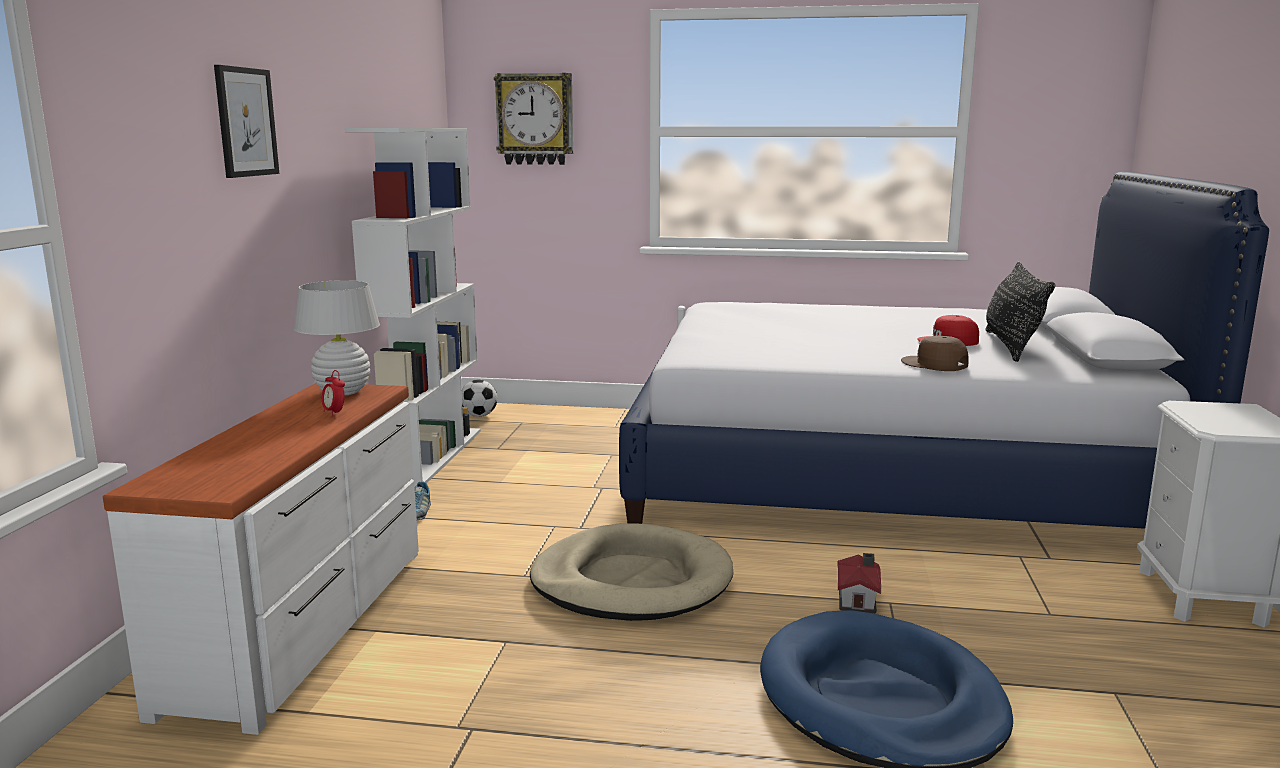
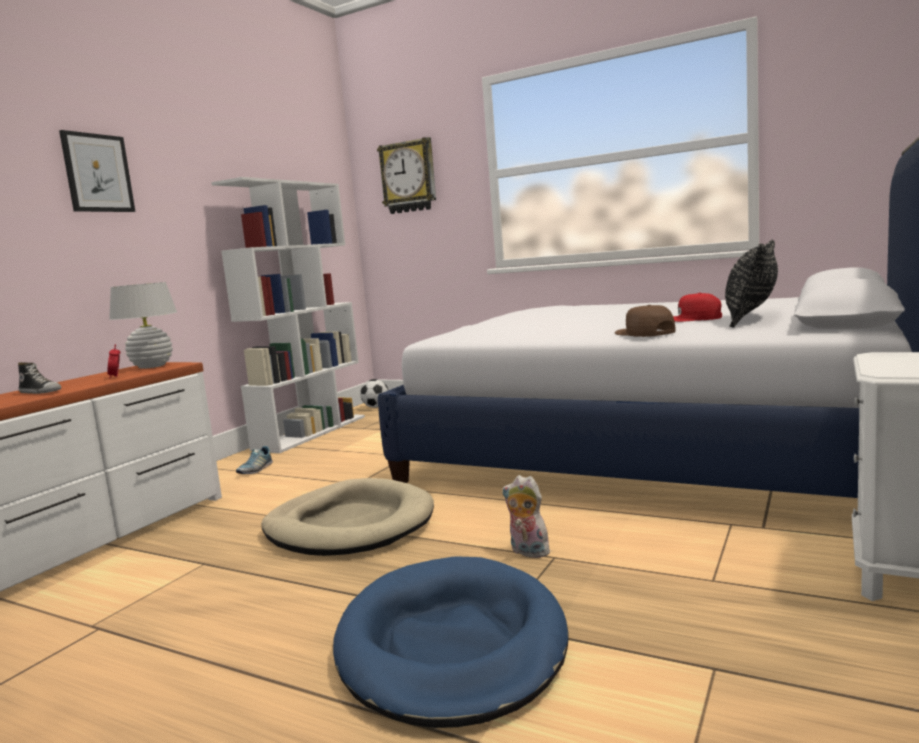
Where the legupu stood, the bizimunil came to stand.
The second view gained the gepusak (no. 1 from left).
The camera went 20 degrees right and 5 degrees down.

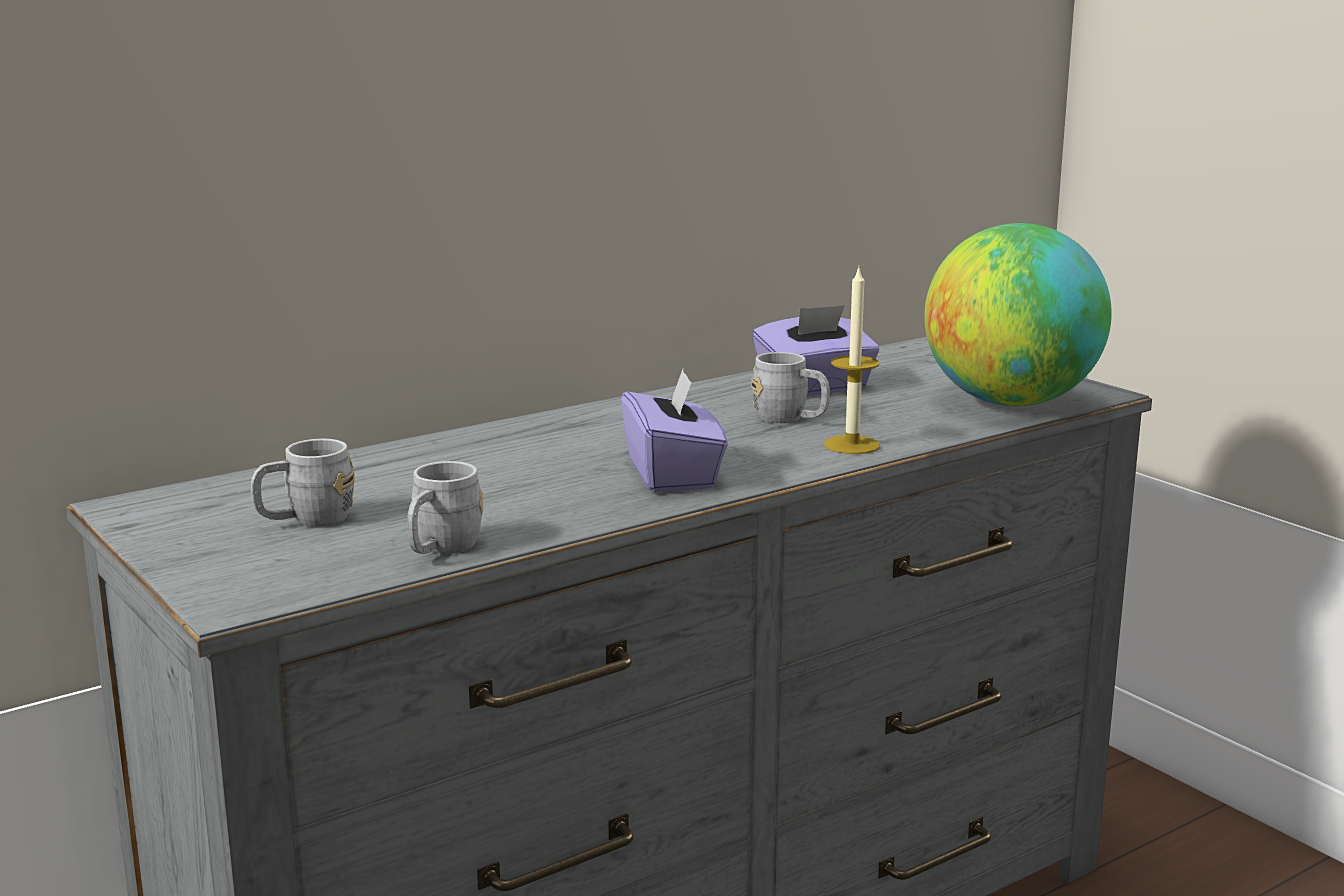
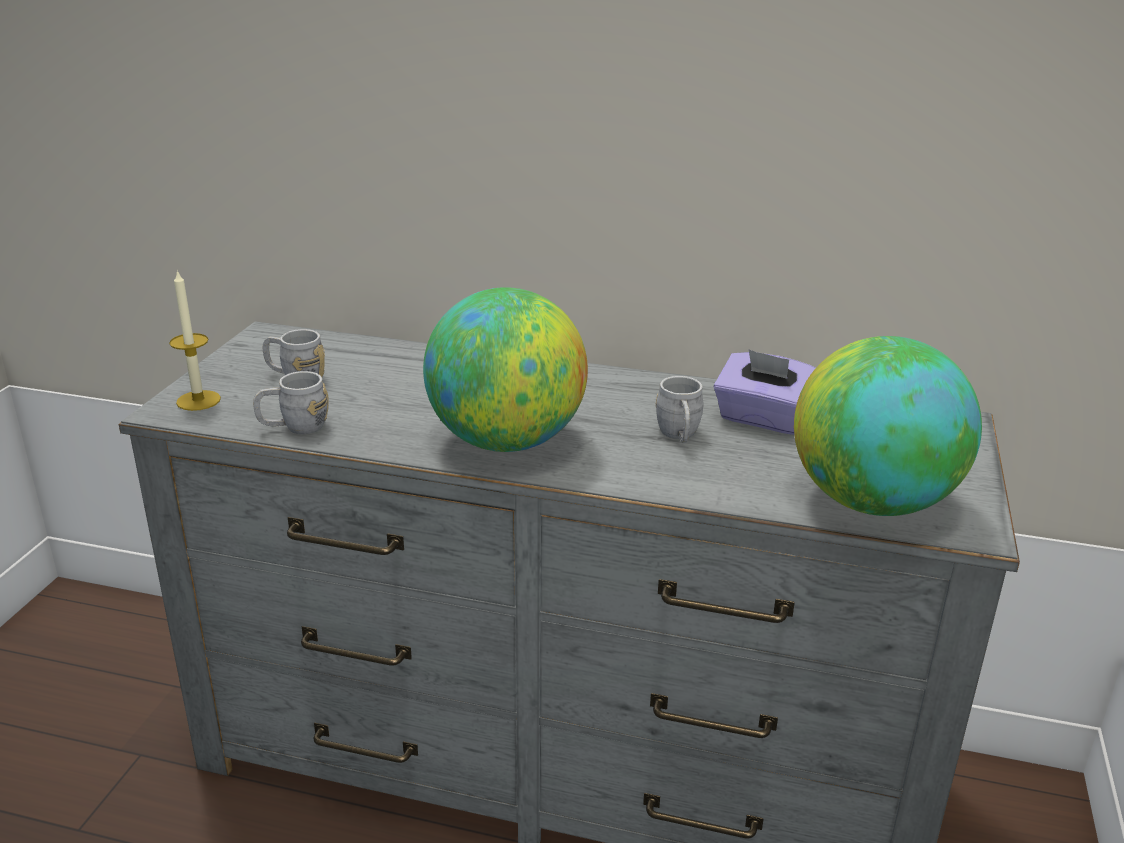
The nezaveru ended up elsewhere.
Where the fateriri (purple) (no. 1 from left) stood, the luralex (no. 1 from left) came to stand.
The camera went 50 degrees right and 10 degrees up.

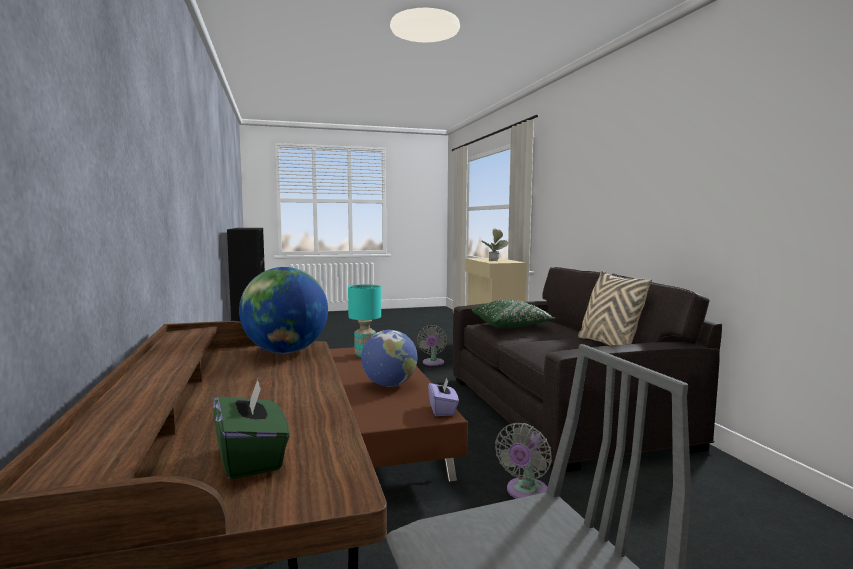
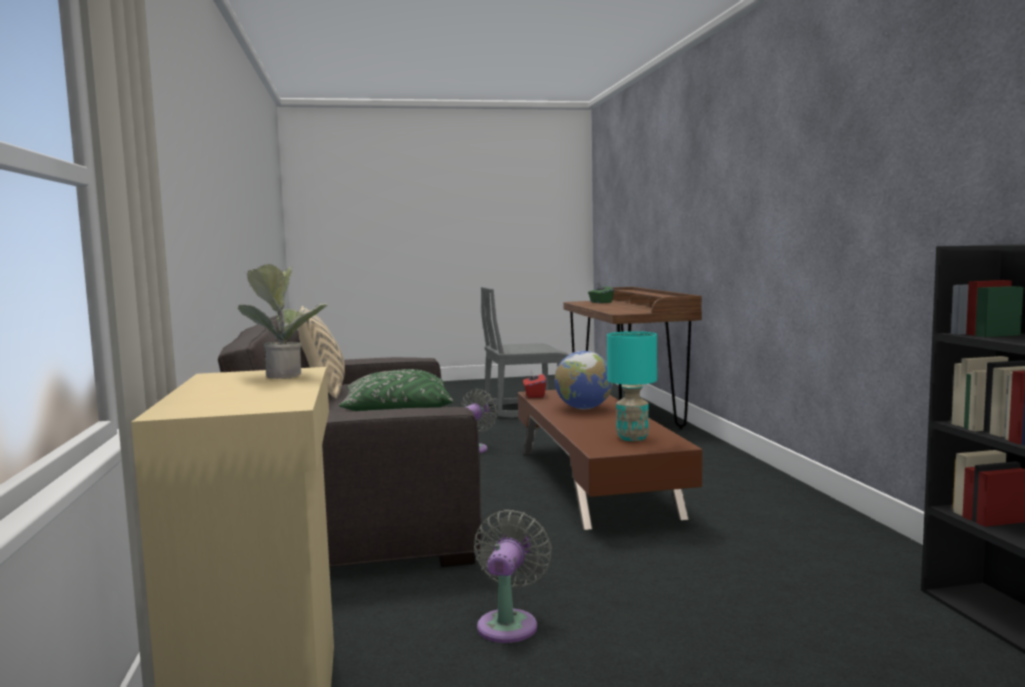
The second view lost the luralex (no. 1 from left).
What was the fateriri (purple) turned into the fateriri (red).
The camera went 175 degrees left and 0 degrees up.

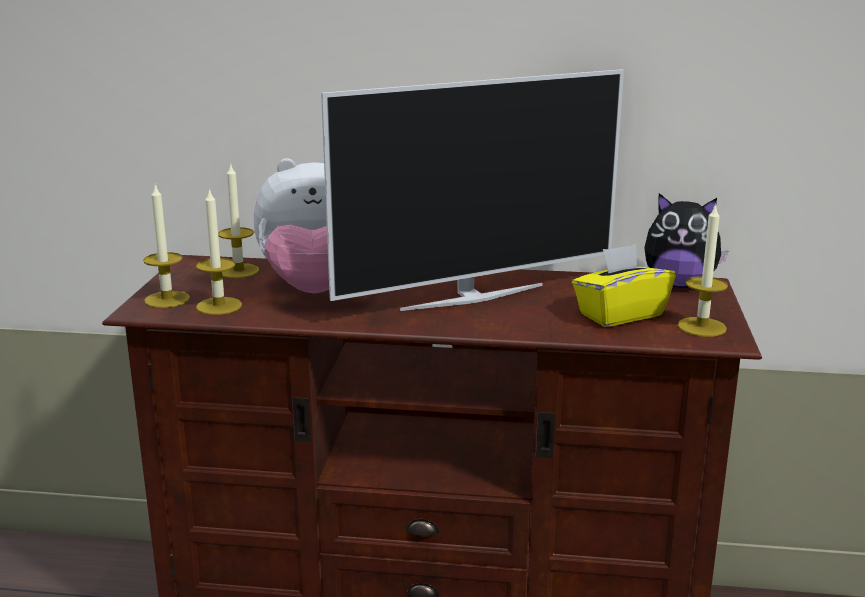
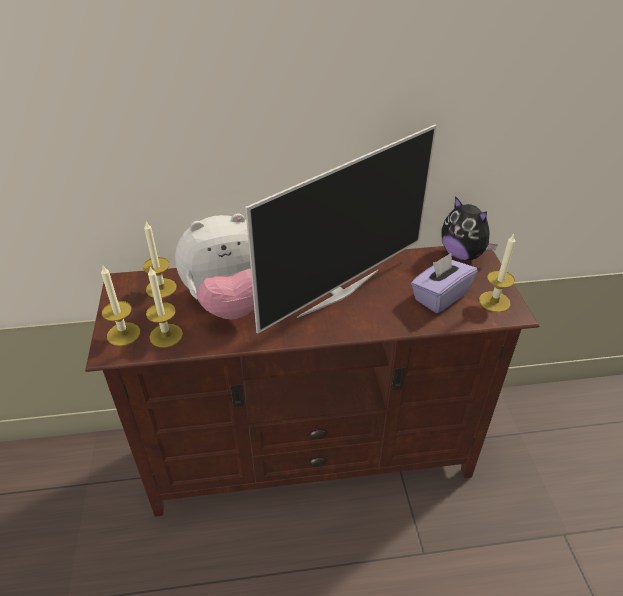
The bizimunil (no. 2 from left) ended up facing another way, 45 degrees clockwise from before.
What was the fateriri (yellow) turned into the fateriri (purple).
The camera went 15 degrees left and 20 degrees up.

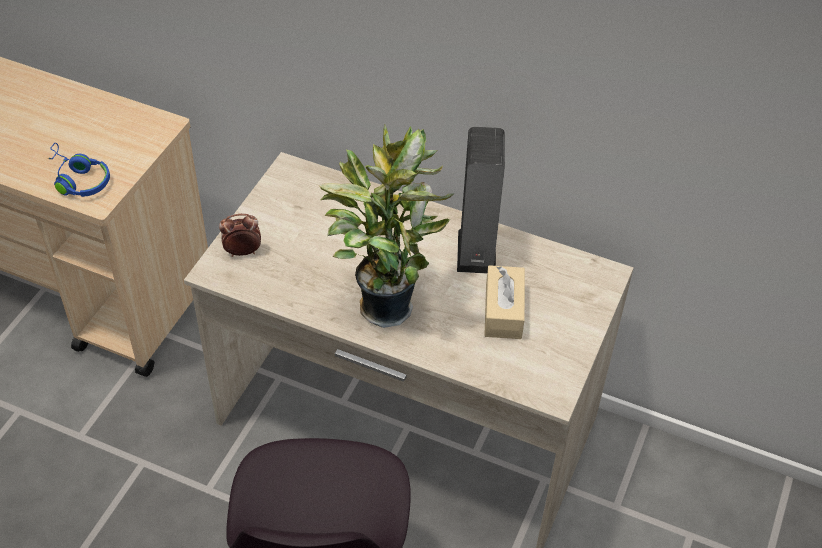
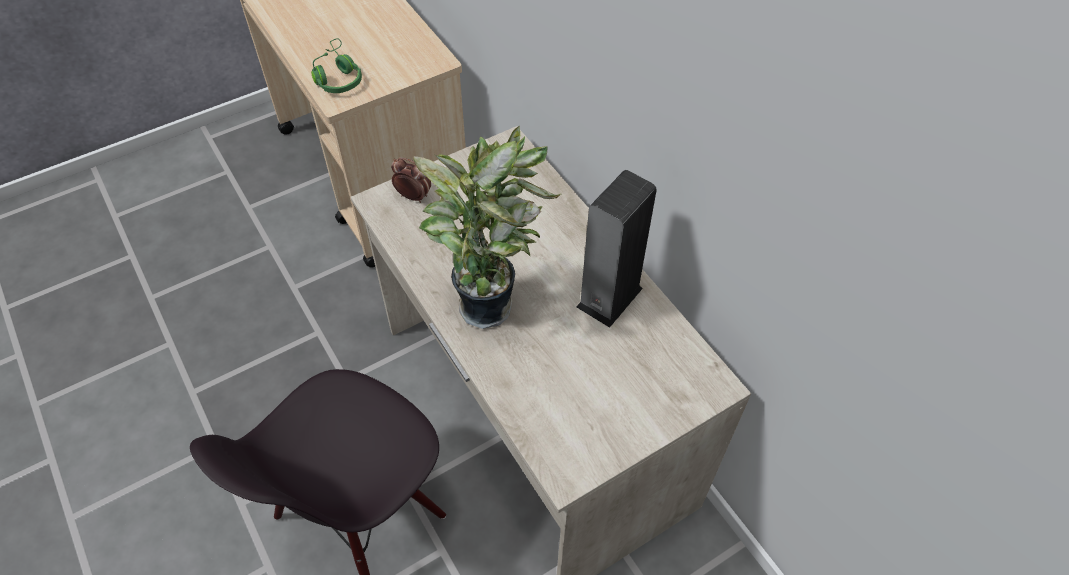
What was the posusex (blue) turned into the posusex (green).
The second view lost the fateriri (beige).
The camera went 35 degrees right and 5 degrees up.

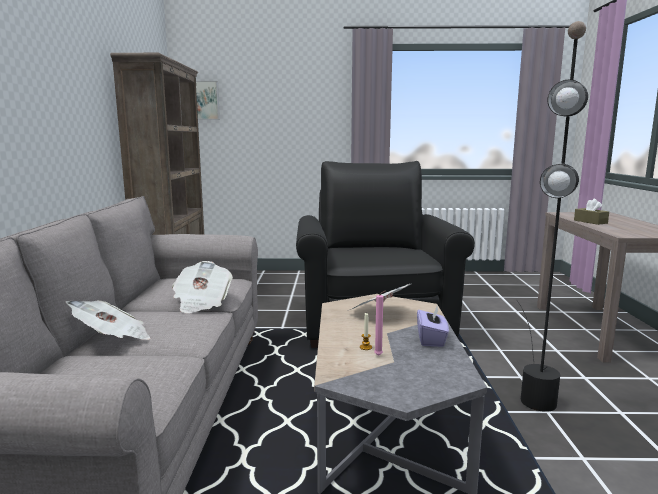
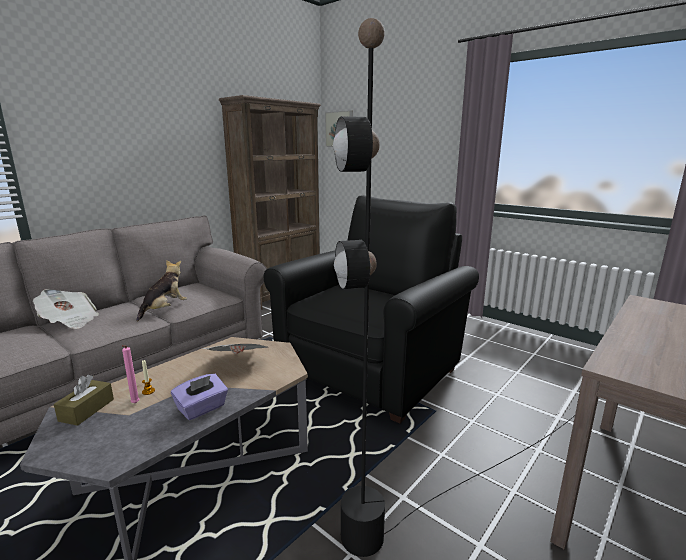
The fateriri (brown) ended up elsewhere.
Where the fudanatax (no. 2 from left) stood, the bizimunil came to stand.
The camera went 40 degrees right and 5 degrees up.

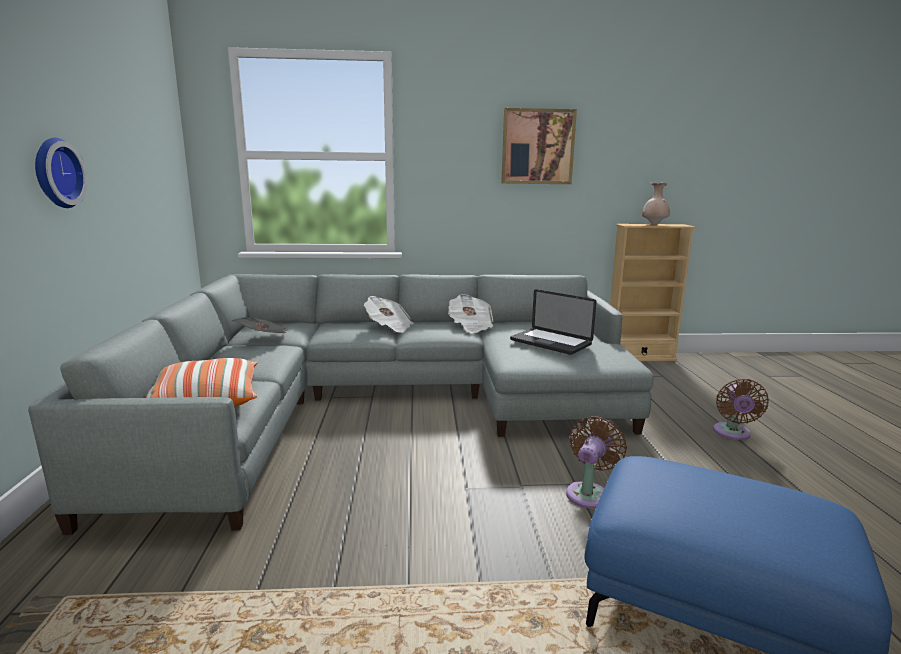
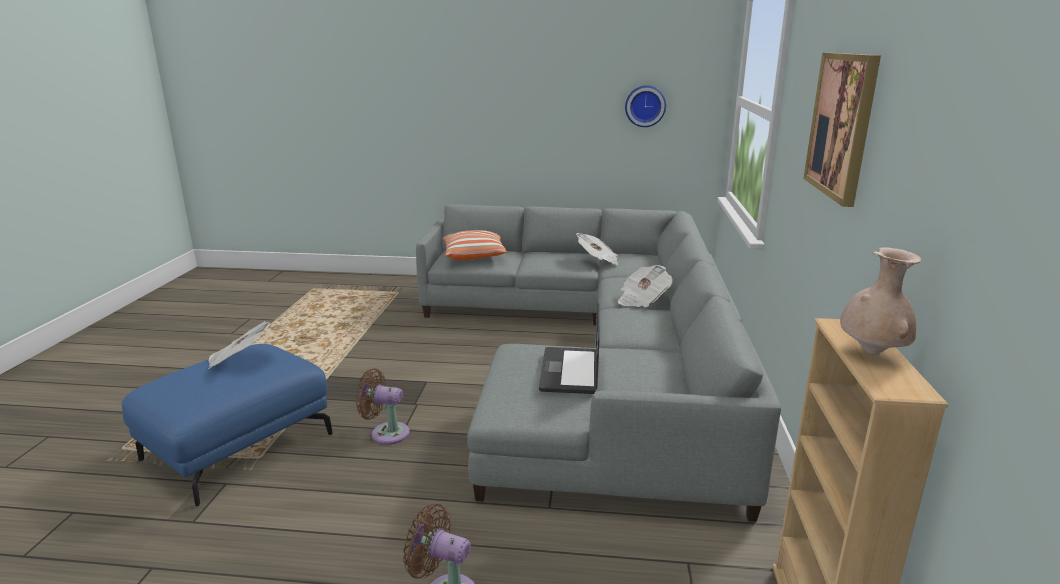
The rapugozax ended up elsewhere.
The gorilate ended up facing another way, 45 degrees counterclockwise from before.
The fudanatax (no. 3 from left in the first image) ended up elsewhere.
The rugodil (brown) (no. 1 from left) ended up facing another way, 150 degrees clockwise from before.
The camera went 100 degrees right and 5 degrees up.

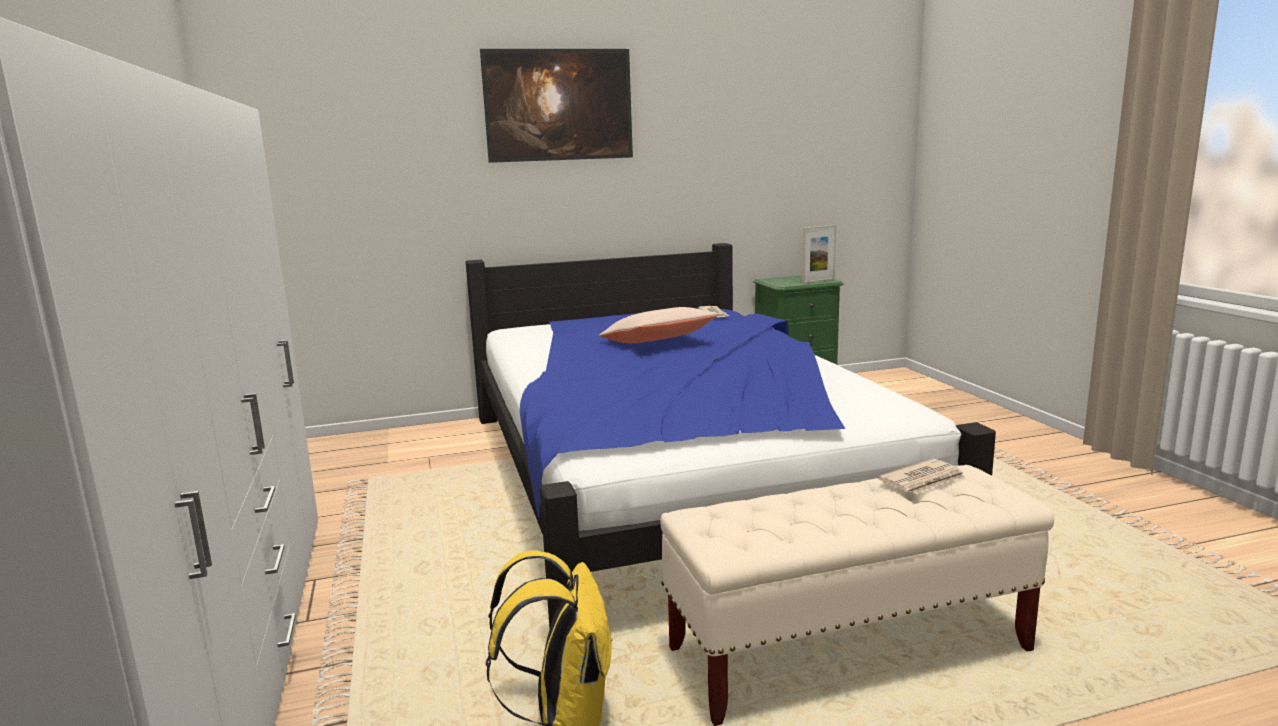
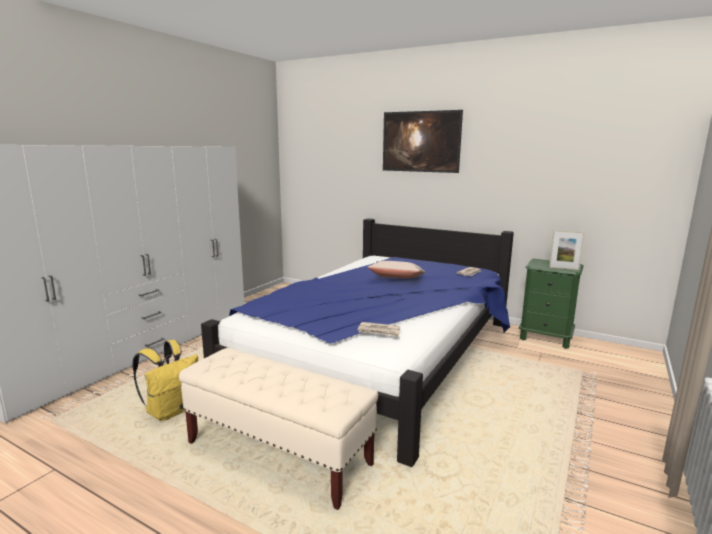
The fudanatax (no. 2 from left in the first image) ended up elsewhere.
The camera went 45 degrees right and 0 degrees up.

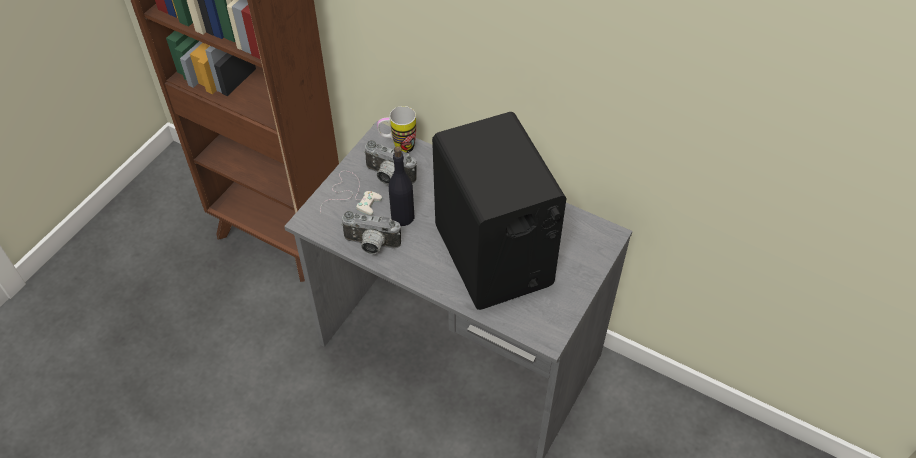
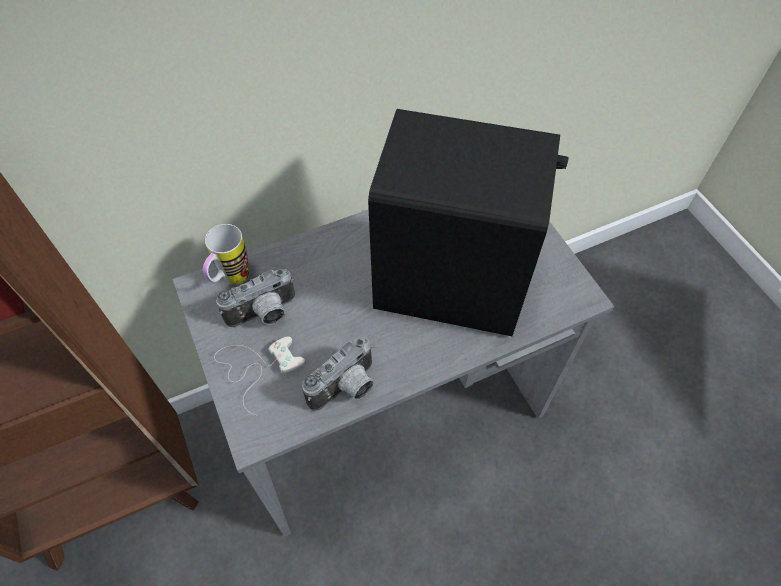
The second view lost the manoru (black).
The camera went 55 degrees left and 5 degrees up.

